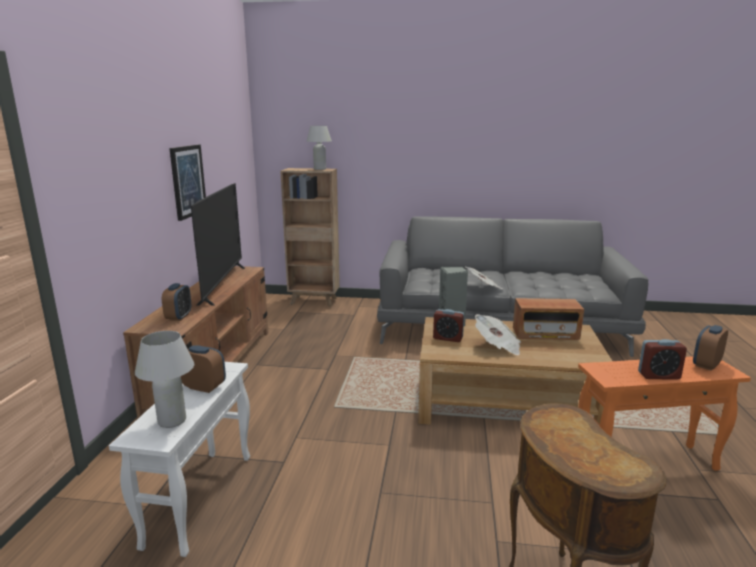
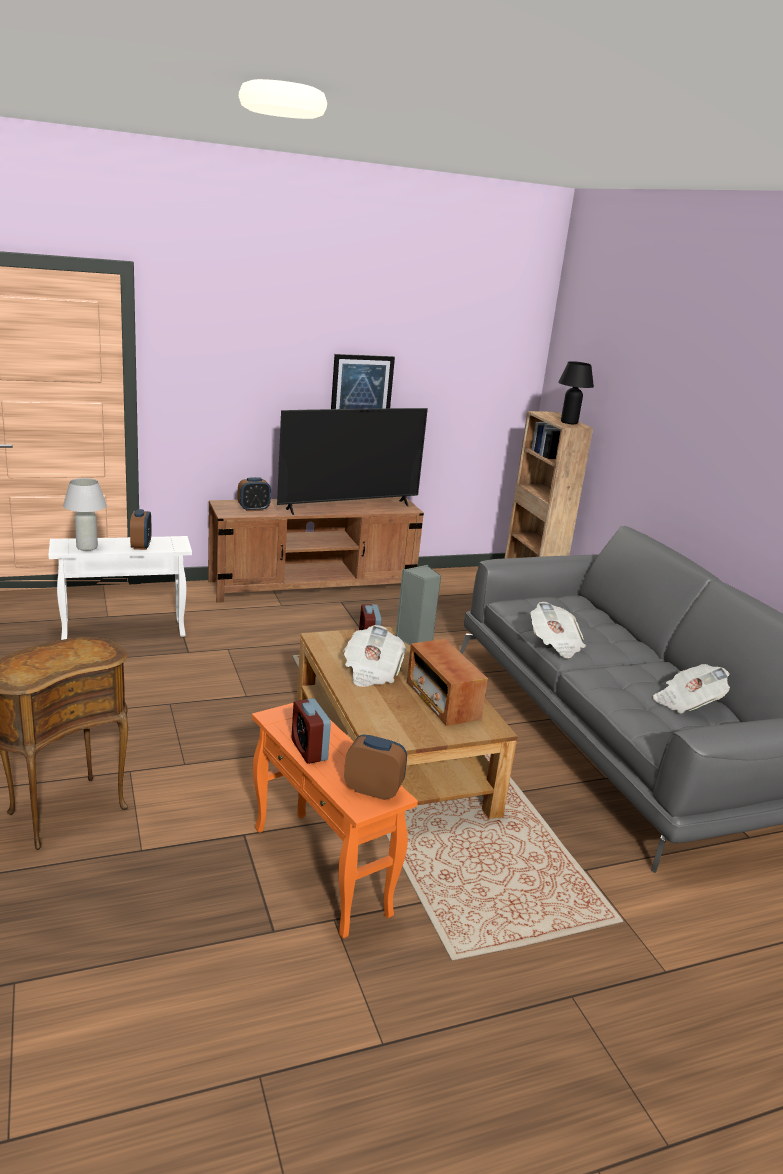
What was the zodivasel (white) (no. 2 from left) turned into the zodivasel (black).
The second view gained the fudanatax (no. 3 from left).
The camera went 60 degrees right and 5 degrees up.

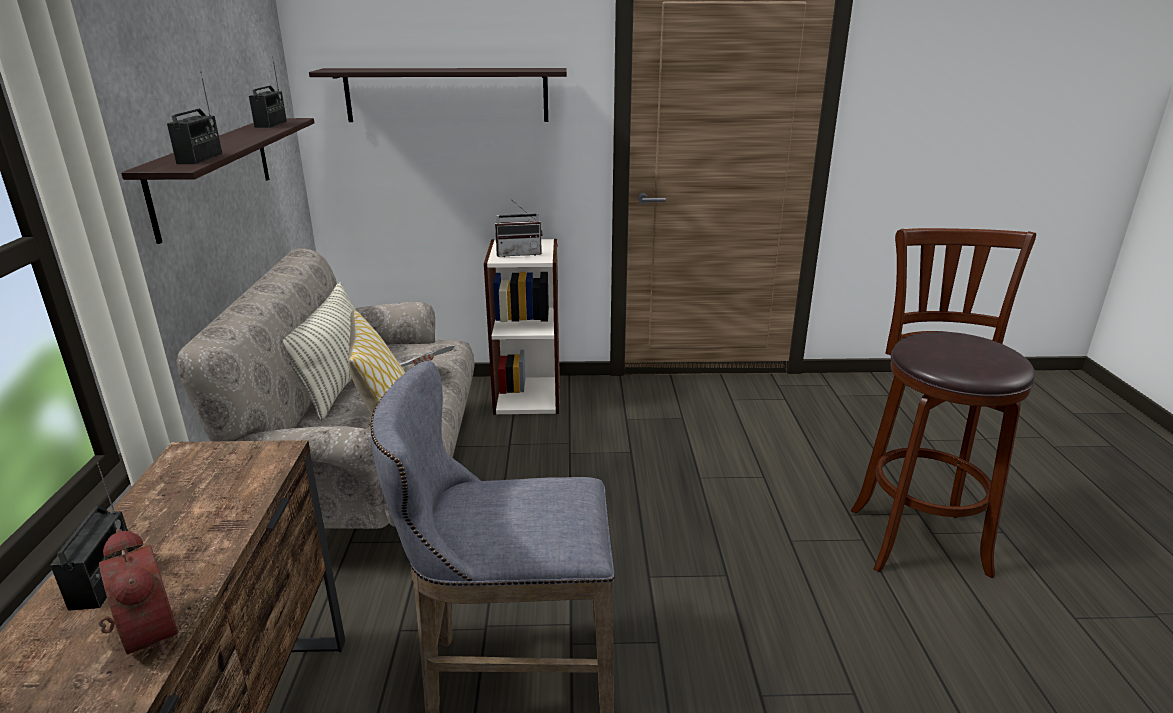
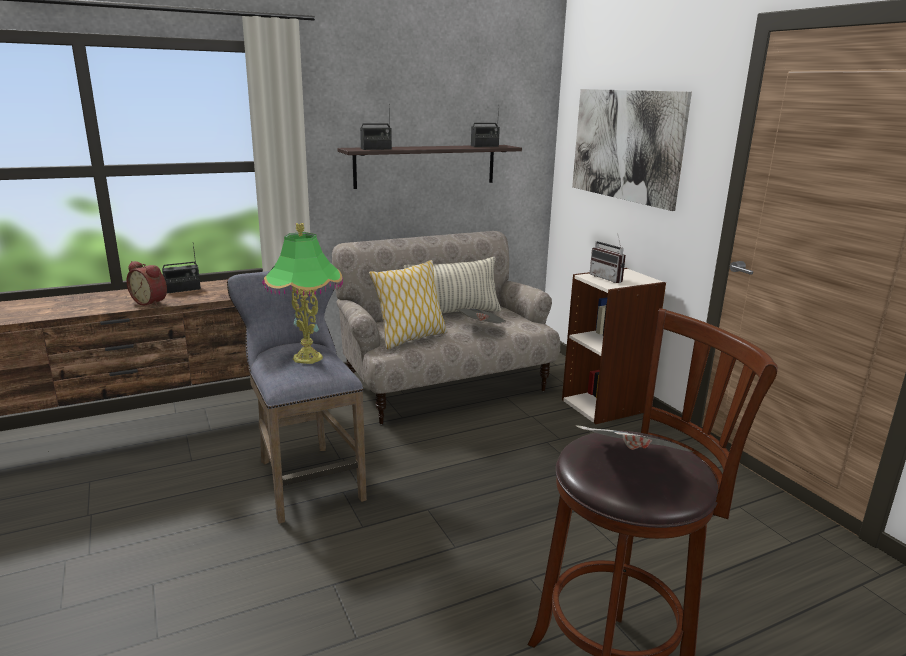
Where the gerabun (no. 2 from left) hung, the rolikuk came to hang.
The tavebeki ended up facing another way, 90 degrees clockwise from before.
The second view gained the zodivasel.
The second view gained the fudanatax (no. 2 from left).
The camera went 65 degrees right and 5 degrees down.

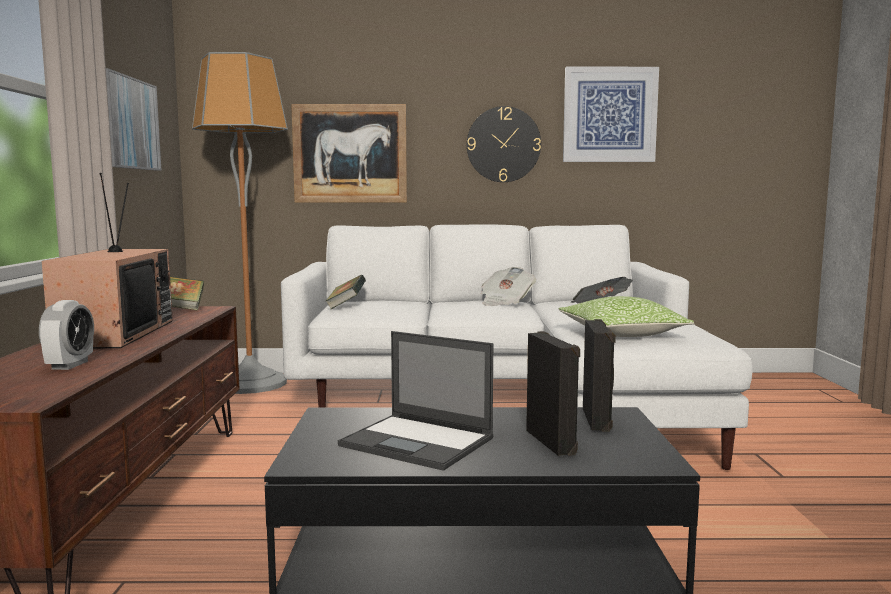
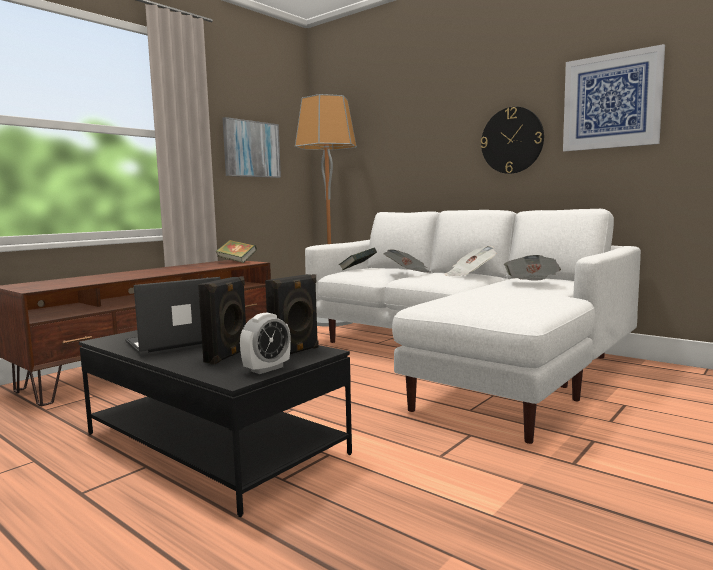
The second view lost the rolikuk (no. 2 from left).
The second view lost the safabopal.
The second view lost the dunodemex.
The tavebeki ended up elsewhere.
The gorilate ended up facing another way, 75 degrees clockwise from before.
The second view gained the fudanatax (no. 1 from left).
The camera went 40 degrees right and 0 degrees up.

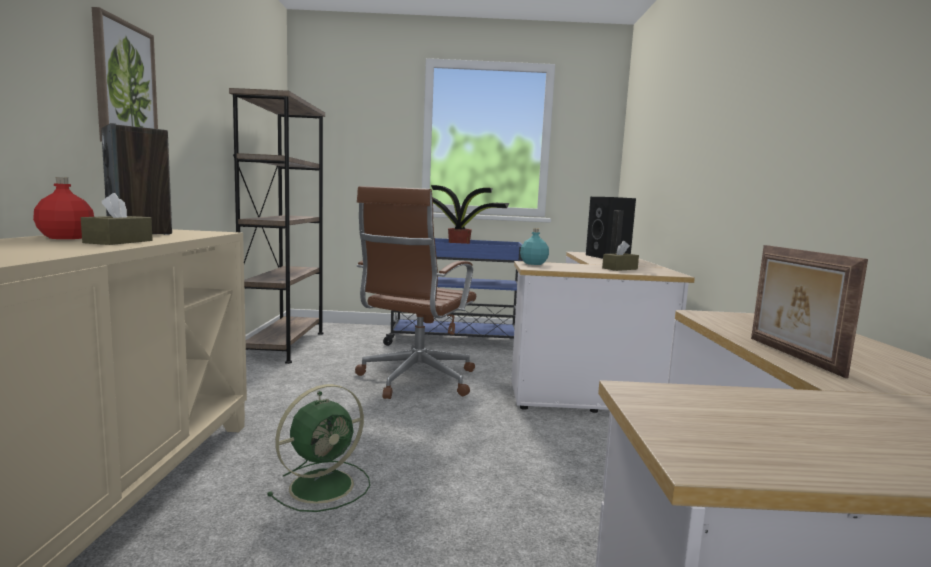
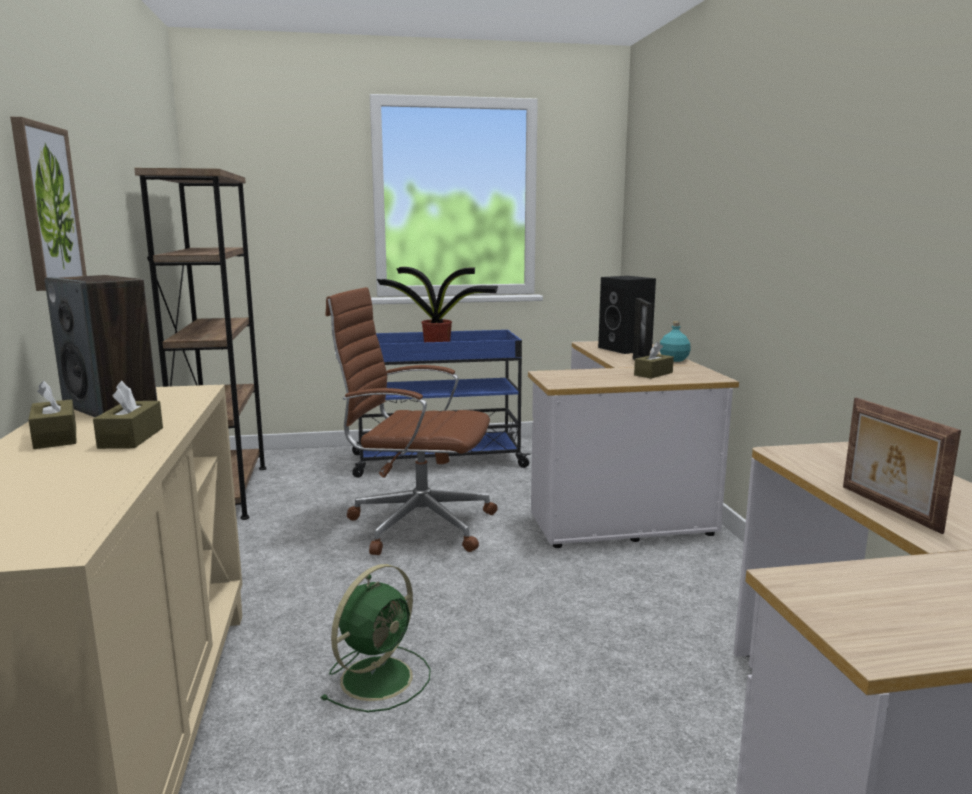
Where the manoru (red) stood, the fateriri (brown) (no. 1 from left) came to stand.
The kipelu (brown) ended up facing another way, 90 degrees clockwise from before.
The manoru (turquoise) ended up elsewhere.
The camera went 10 degrees left and 5 degrees up.

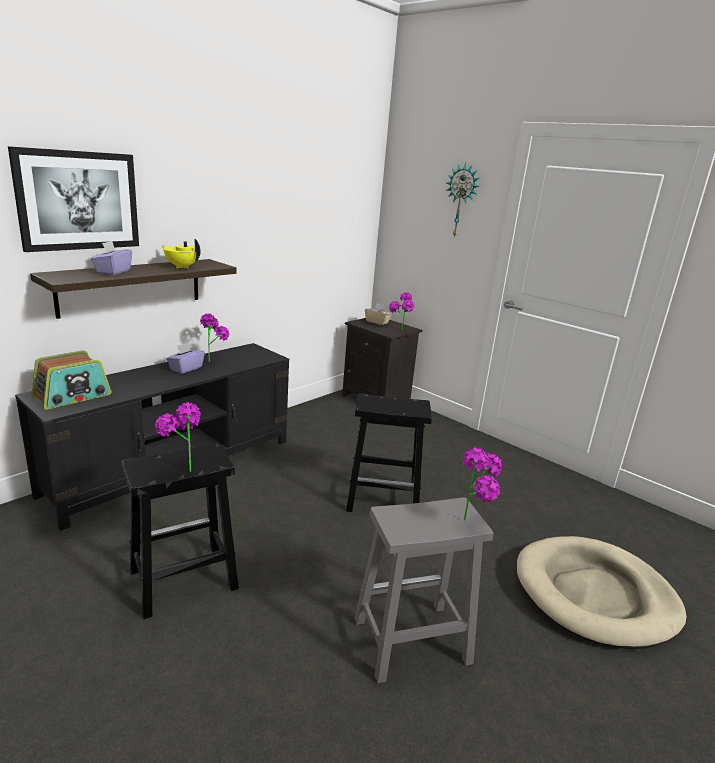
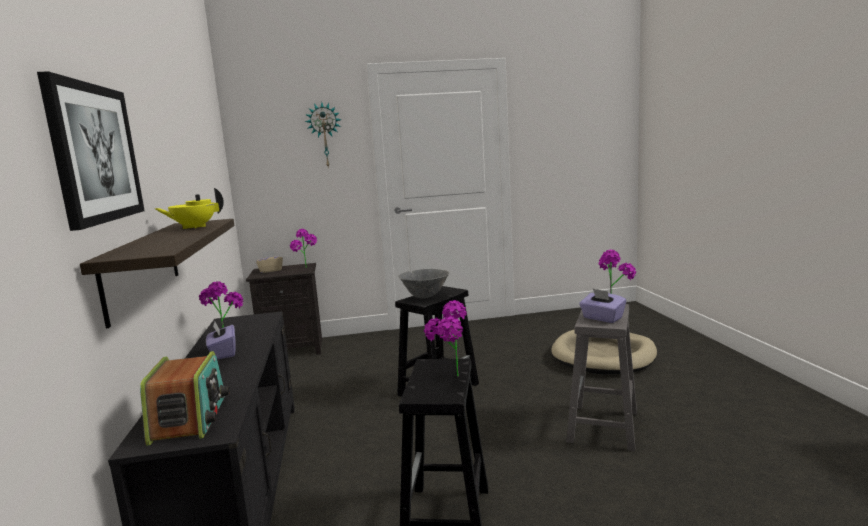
The fateriri (purple) (no. 1 from left in the first image) ended up elsewhere.
The second view gained the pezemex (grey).
The camera went 50 degrees left and 10 degrees down.

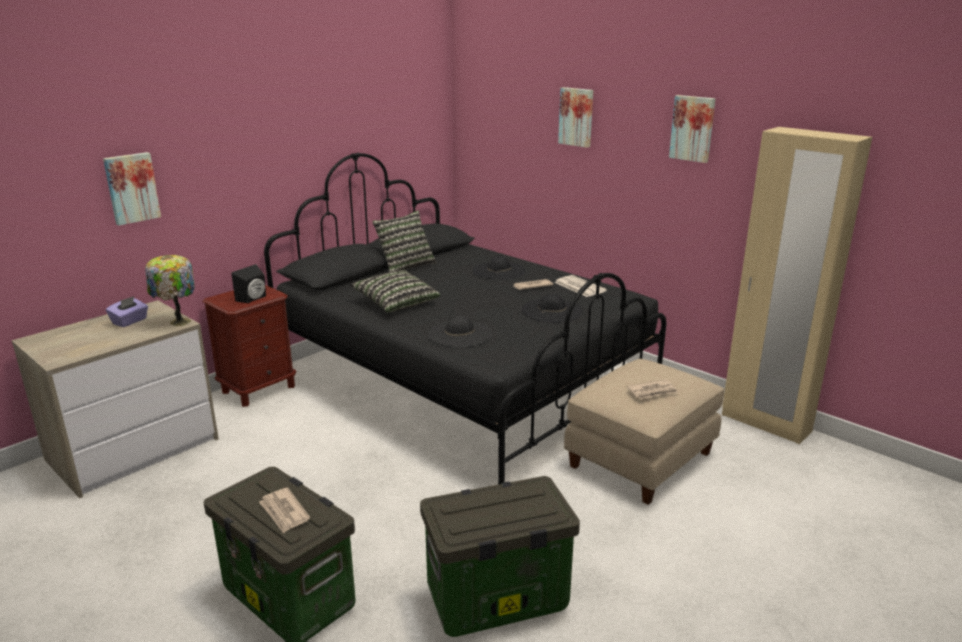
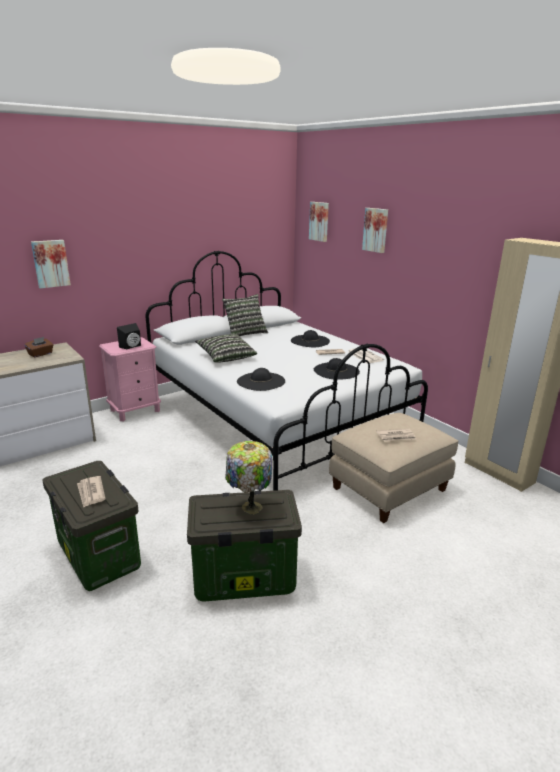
The rolikuk (no. 3 from left in the first image) ended up elsewhere.
What was the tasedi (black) turned into the tasedi (white).
The zodivasel ended up elsewhere.
What was the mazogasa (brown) turned into the mazogasa (pink).
What was the fateriri (purple) turned into the fateriri (brown).
The camera went 10 degrees right and 0 degrees up.

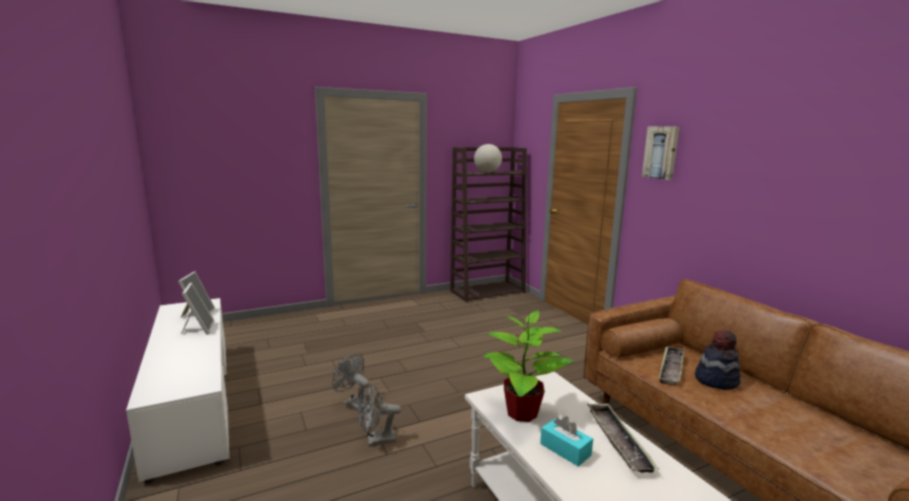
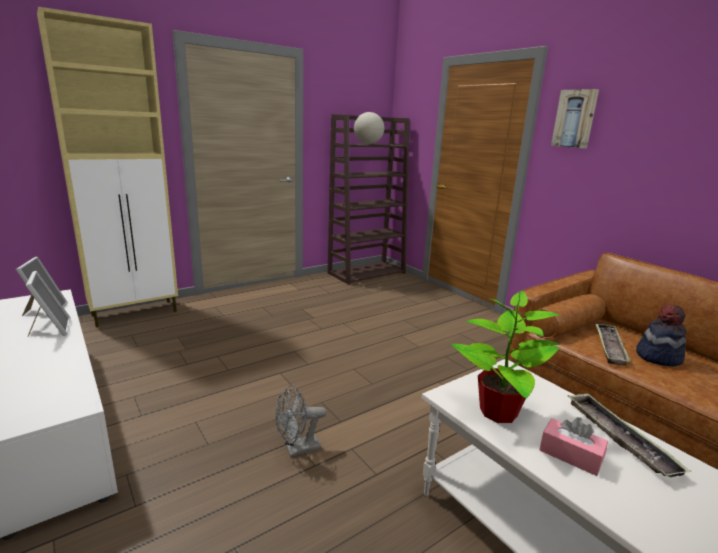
The second view lost the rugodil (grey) (no. 1 from left).
What was the fateriri (turquoise) turned into the fateriri (pink).
The second view gained the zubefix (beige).
The camera went 10 degrees left and 5 degrees up.

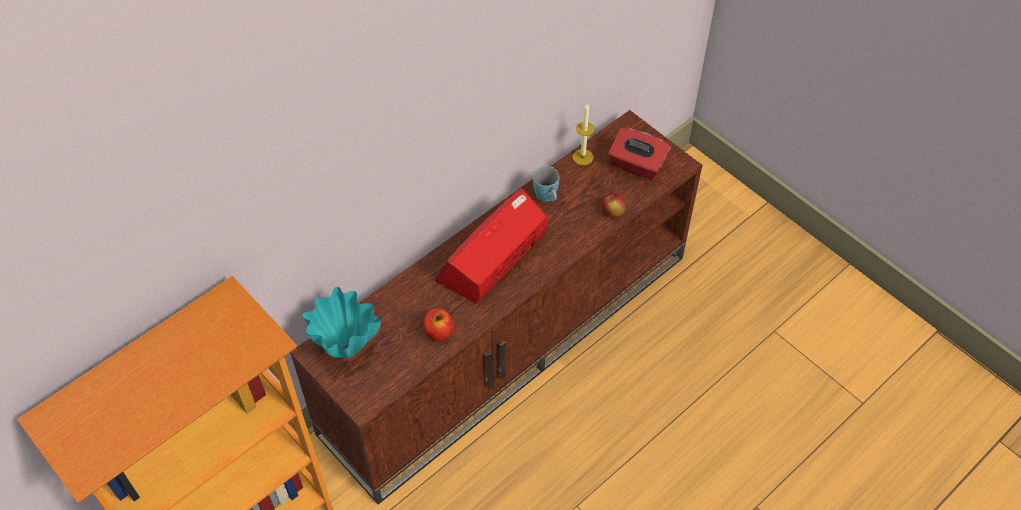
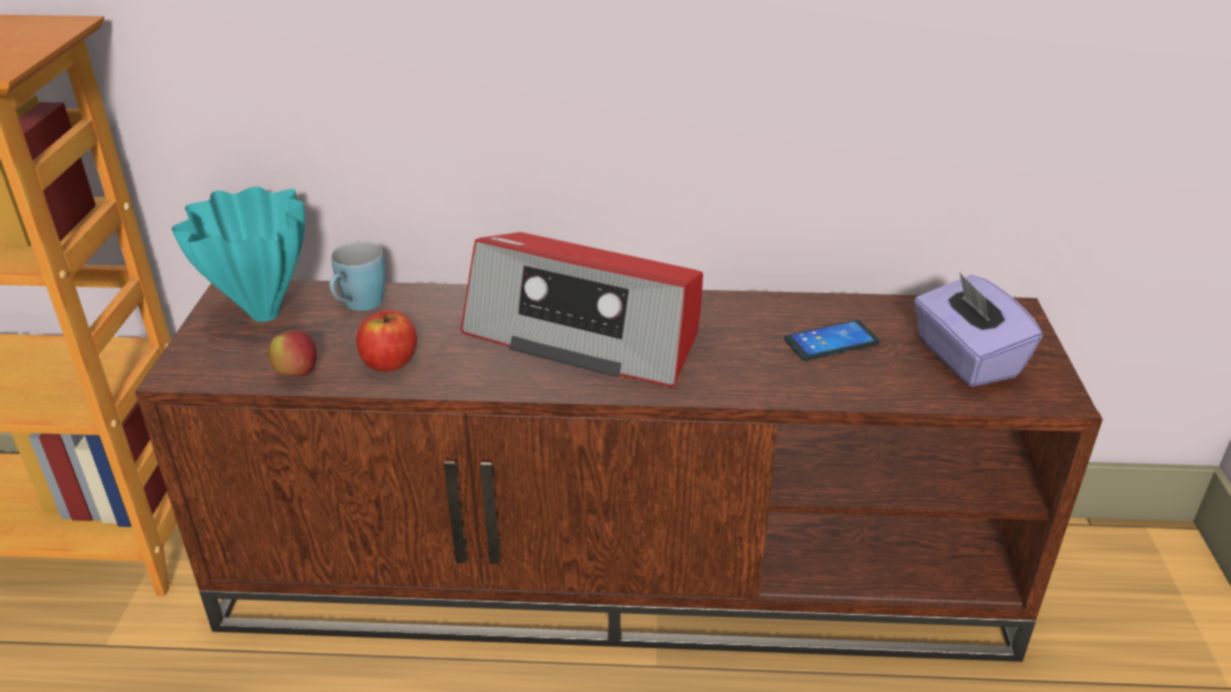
The second view lost the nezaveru.
What was the fateriri (red) turned into the fateriri (purple).
The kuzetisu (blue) ended up elsewhere.
The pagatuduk ended up facing another way, 150 degrees counterclockwise from before.
The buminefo (no. 2 from left in the first image) ended up elsewhere.
The second view gained the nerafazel.
The camera went 45 degrees right and 20 degrees down.

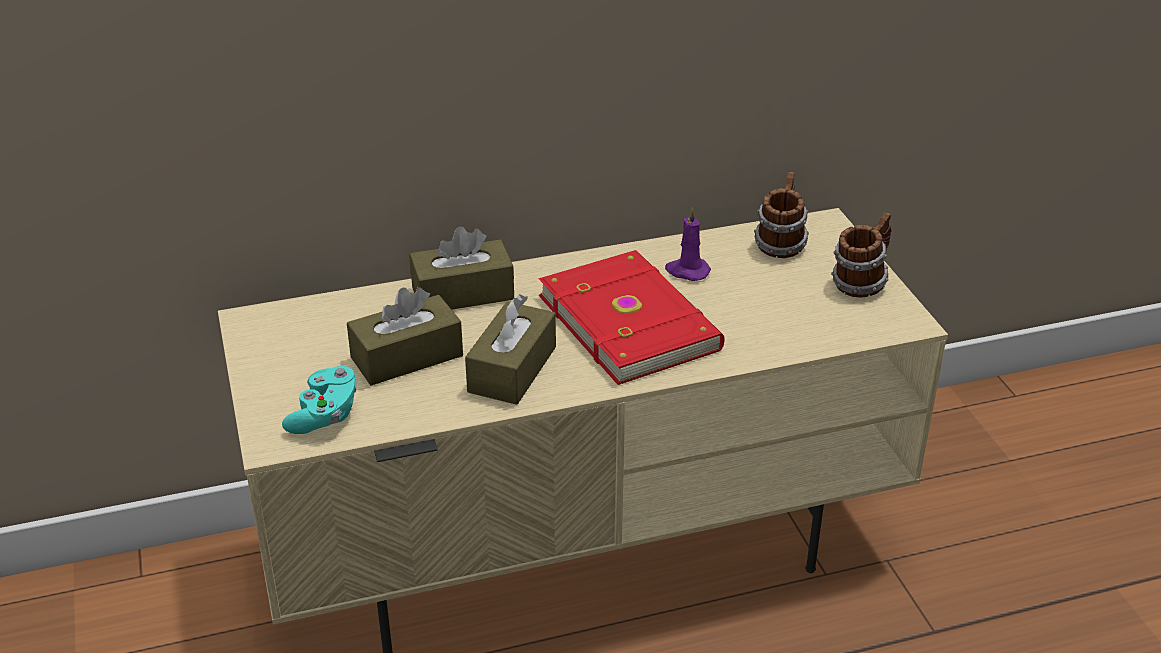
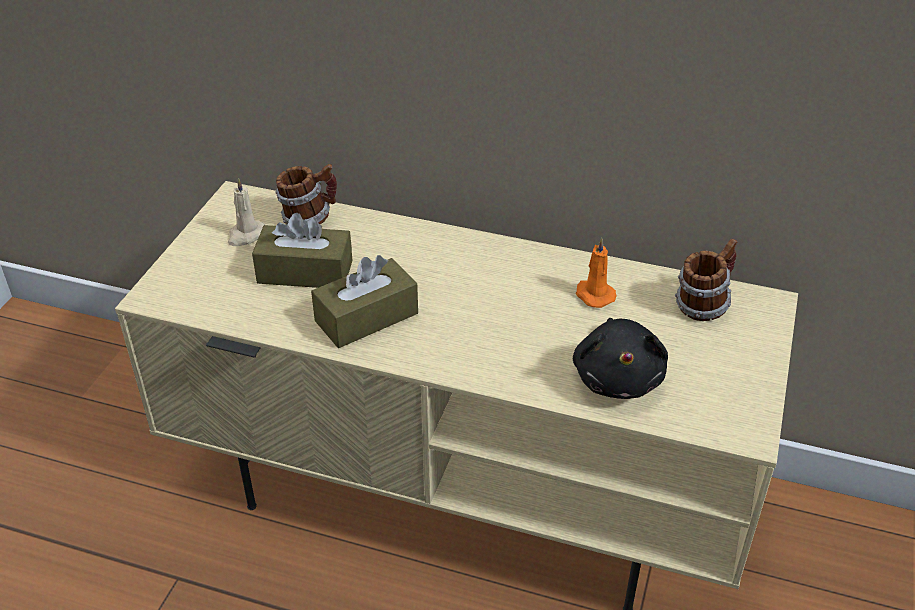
What was the nezaveru (purple) turned into the nezaveru (orange).
The kuzetisu (no. 2 from left in the first image) ended up elsewhere.
The second view lost the fateriri (brown) (no. 2 from left).
The second view lost the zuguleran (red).
The second view lost the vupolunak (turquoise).
The second view gained the nezaveru (beige).
The second view gained the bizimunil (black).
The camera went 35 degrees right and 5 degrees up.

